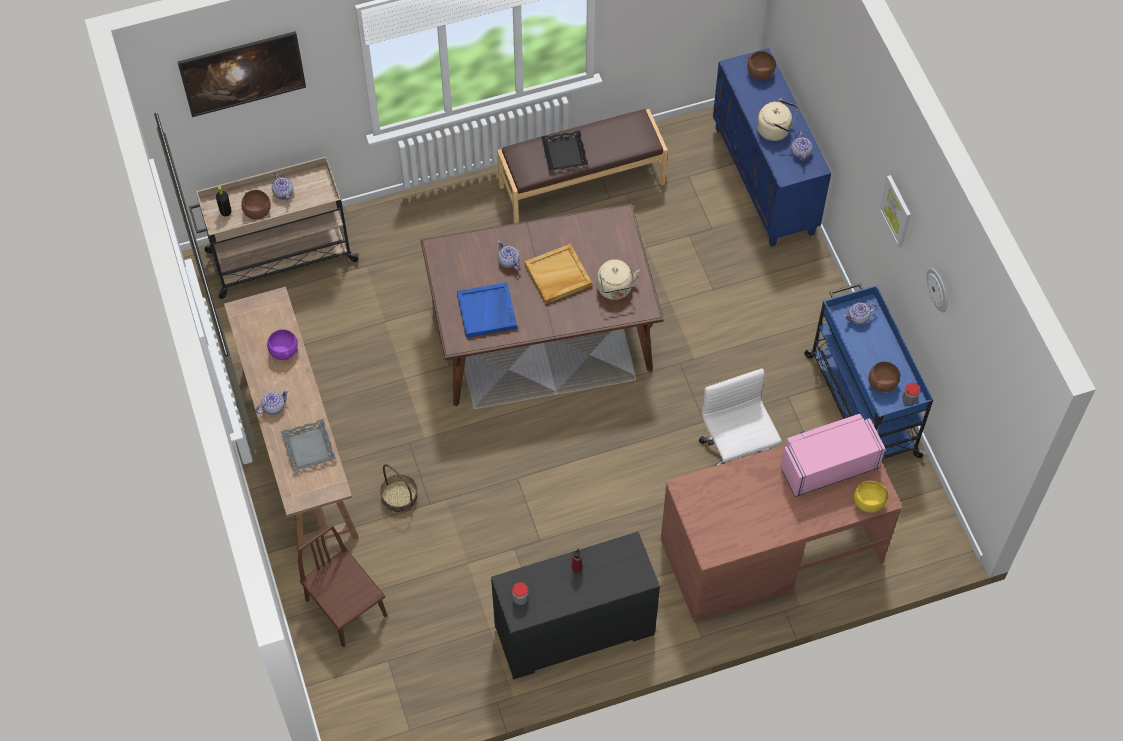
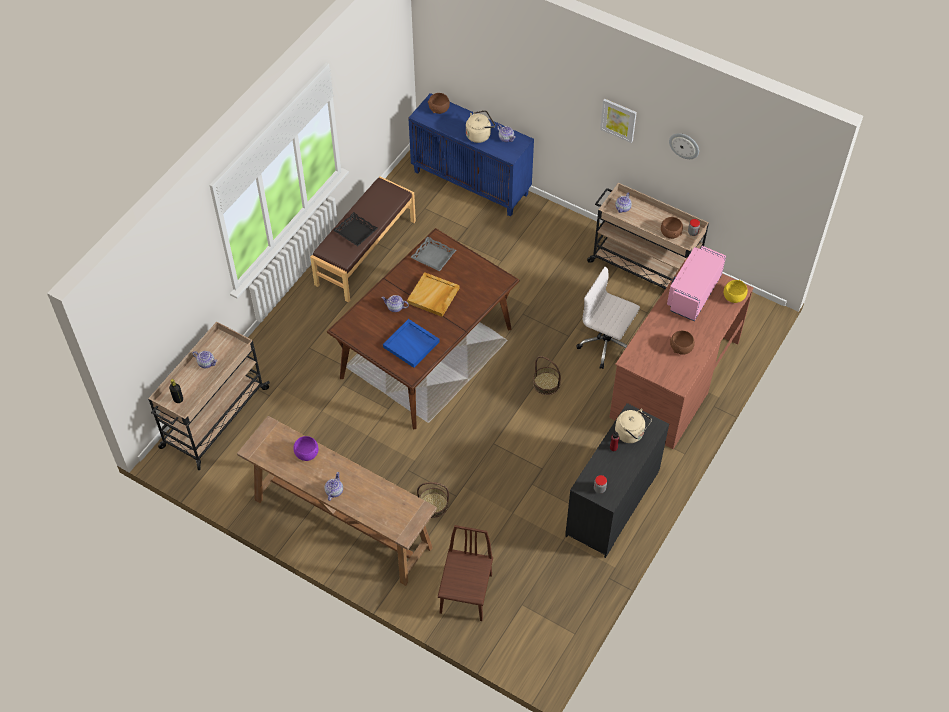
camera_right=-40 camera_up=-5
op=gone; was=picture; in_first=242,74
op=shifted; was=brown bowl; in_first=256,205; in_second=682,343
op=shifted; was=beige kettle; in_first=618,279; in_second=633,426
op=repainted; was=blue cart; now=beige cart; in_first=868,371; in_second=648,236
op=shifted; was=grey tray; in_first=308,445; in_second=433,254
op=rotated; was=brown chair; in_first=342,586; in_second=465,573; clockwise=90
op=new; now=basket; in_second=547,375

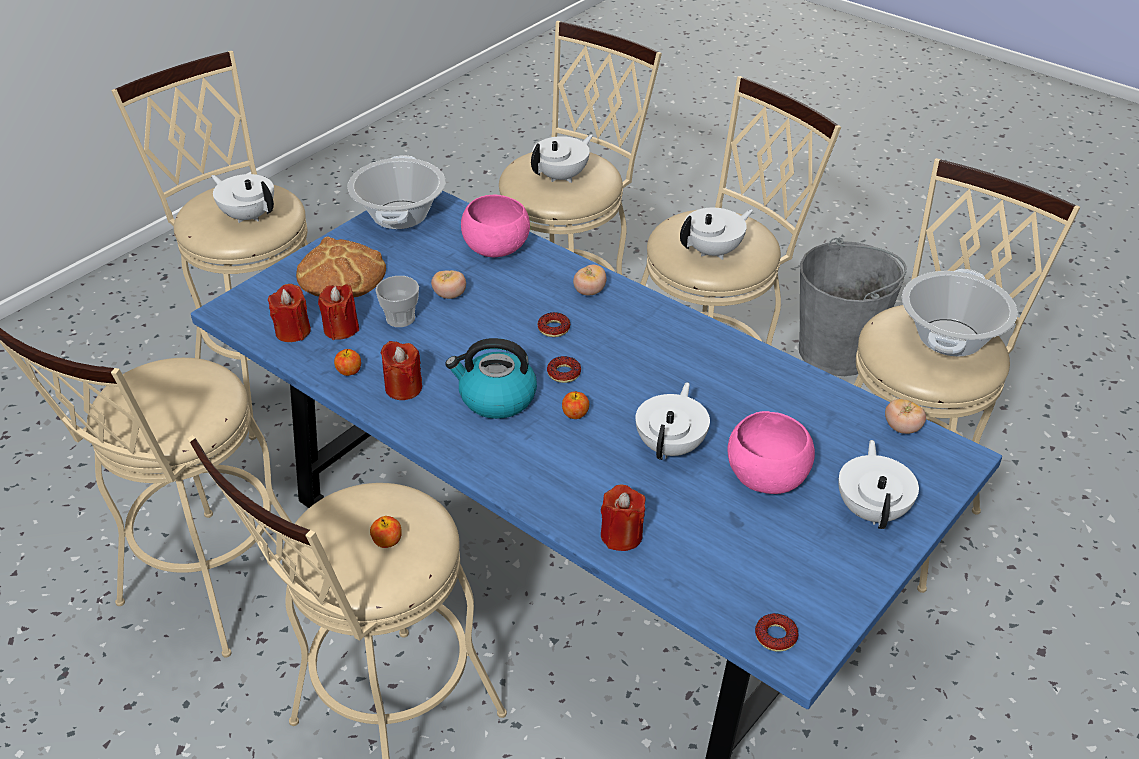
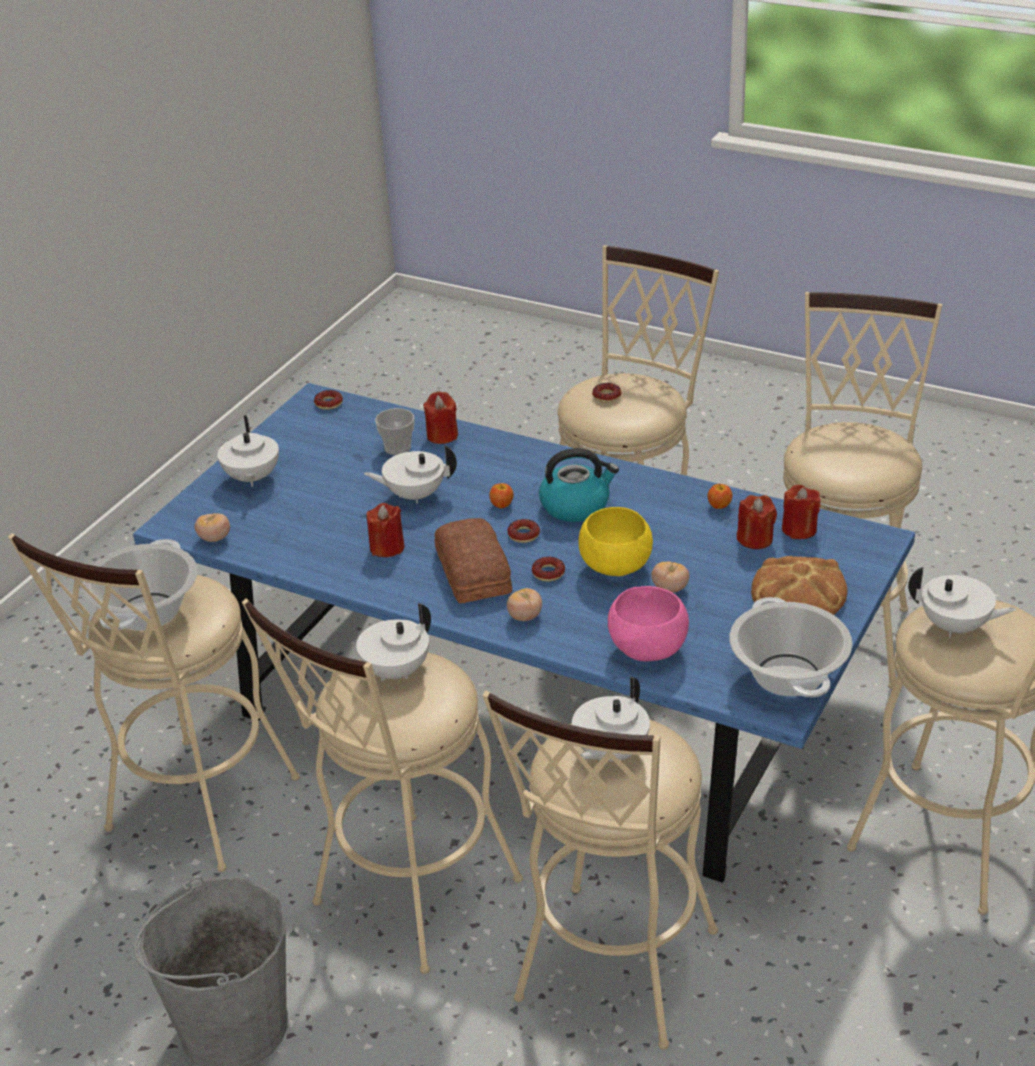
camera_right=170 camera_up=-5
op=shifted; was=cup; in_first=397,301; in_second=395,431
op=shifted; was=red candle; in_first=401,370; in_second=385,530
op=rotated; was=white teapot; in_first=672,421; in_second=410,475; clockwise=75
op=gone; was=pink bowl; in_first=771,452
op=swapped; was=apple; now=donut; in_first=386,532; in_second=606,393
op=new; now=yellow bowl; in_second=615,541
op=new; now=bread; in_second=473,560

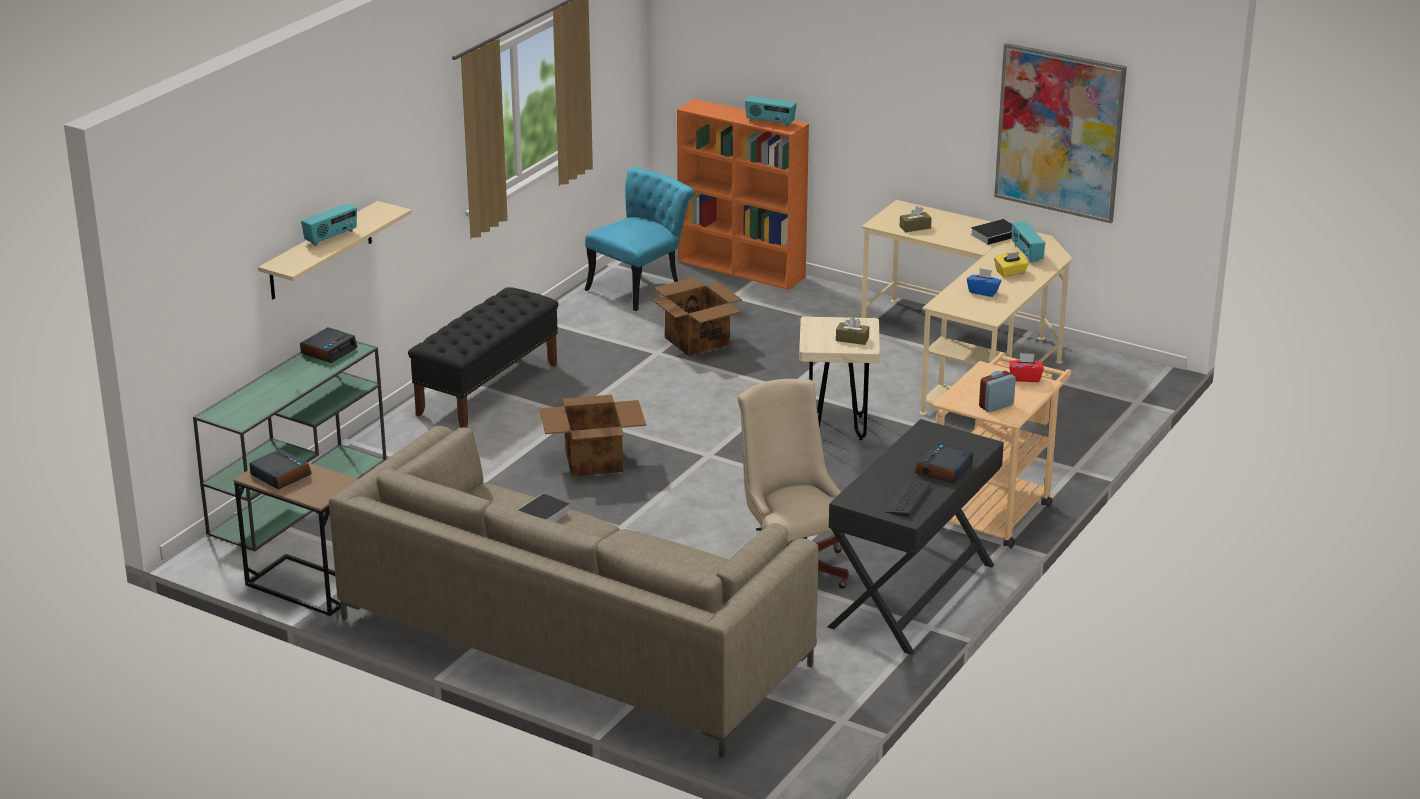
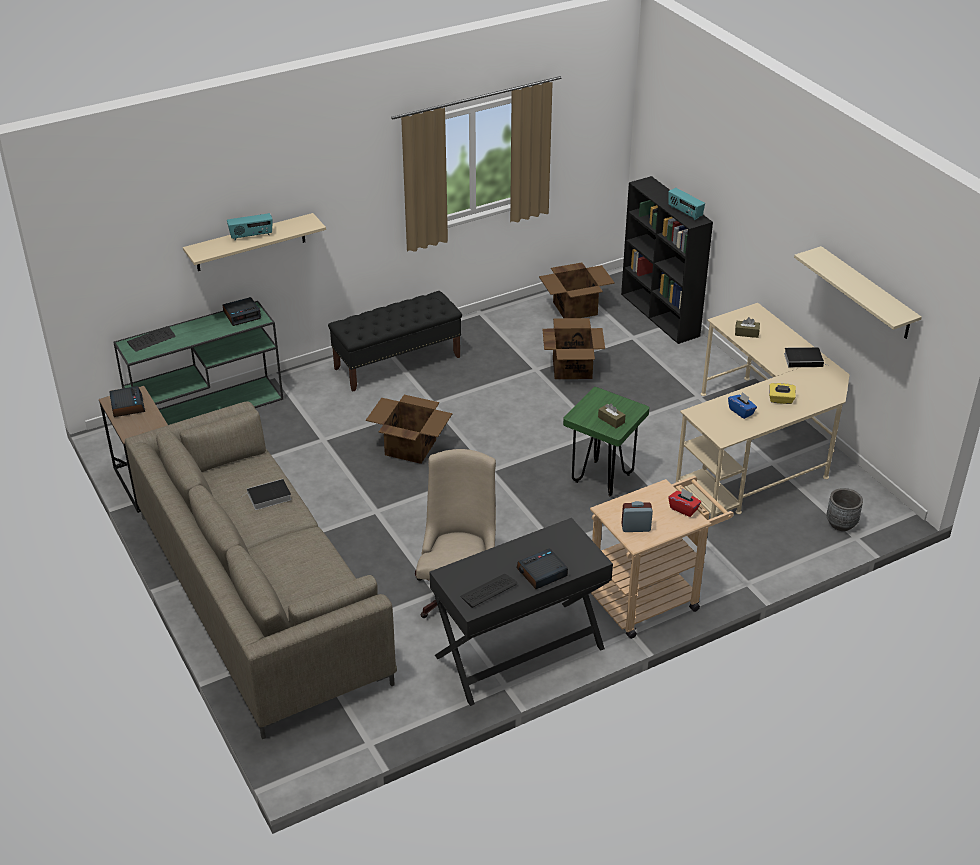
camera_right=30 camera_up=10
op=swapped; was=picture; now=beige shelf; in_first=1060,133; in_second=858,292
op=repainted; was=orange bookcase; now=black bookcase; in_first=743,194; in_second=667,260
op=swapped; was=turquoise chair; now=cardboard box; in_first=639,239; in_second=577,290
op=gone; was=radio; in_first=1028,242
op=repainted; was=beige stool; now=green stool; in_first=839,378; in_second=606,441
op=new; now=keyboard; in_second=151,339
op=new; now=grey planter; in_second=844,509

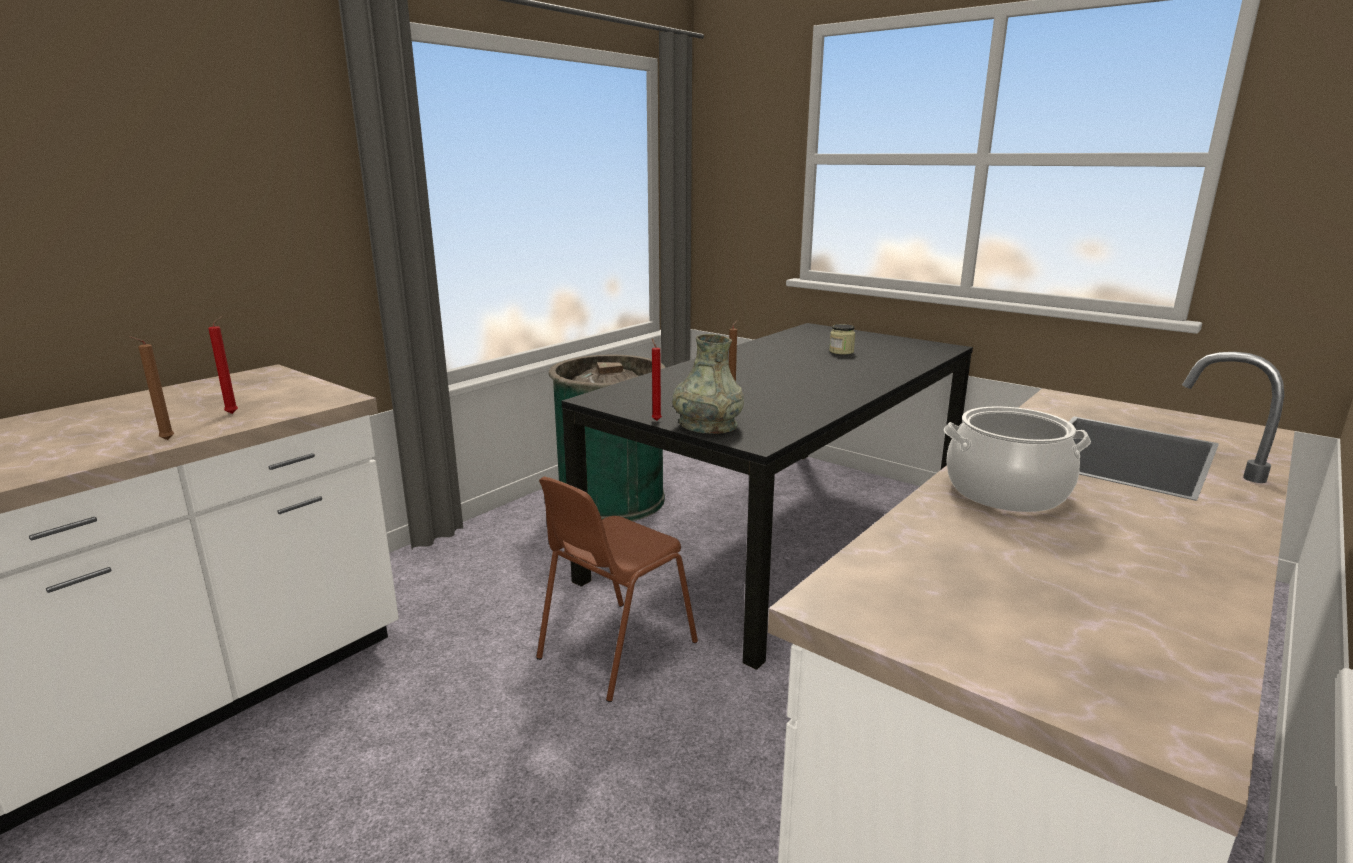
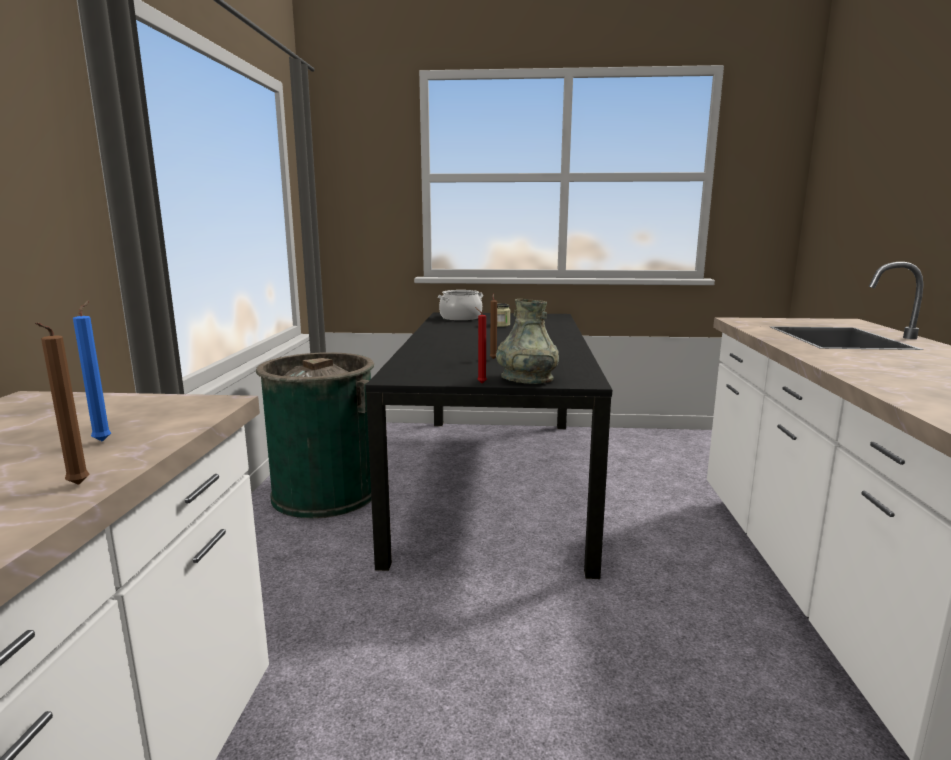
camera_right=-35 camera_up=-5
op=repainted; was=red candle; now=blue candle; in_first=223,365; in_second=92,371
op=shifted; was=cooking pot; in_first=1017,459; in_second=460,305
op=gone; was=brown chair; in_first=617,589

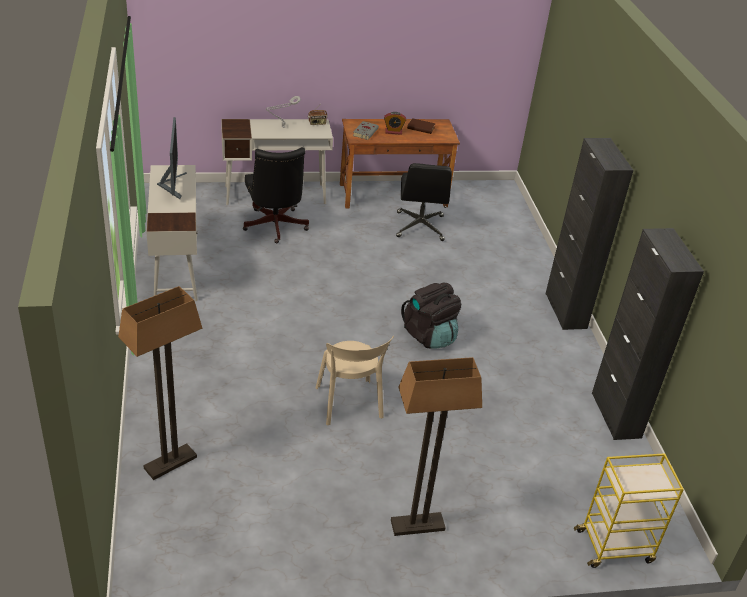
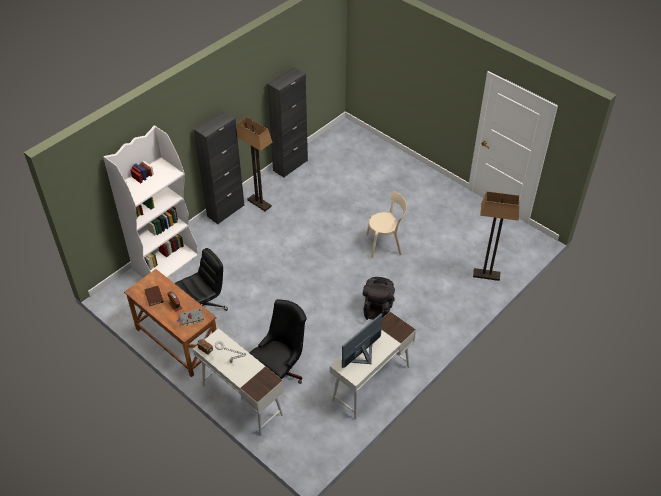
camera_right=-125 camera_up=10
op=shifted; was=black backpack; in_first=431,316; in_second=379,298
op=rotated; was=beige chair; in_first=355,380; in_second=386,224; clockwise=45
op=shifted; was=floor lamp; in_first=436,446; in_second=254,164
op=gone; was=yellow cart; in_first=629,510
op=new; now=white bookcase; in_second=150,201

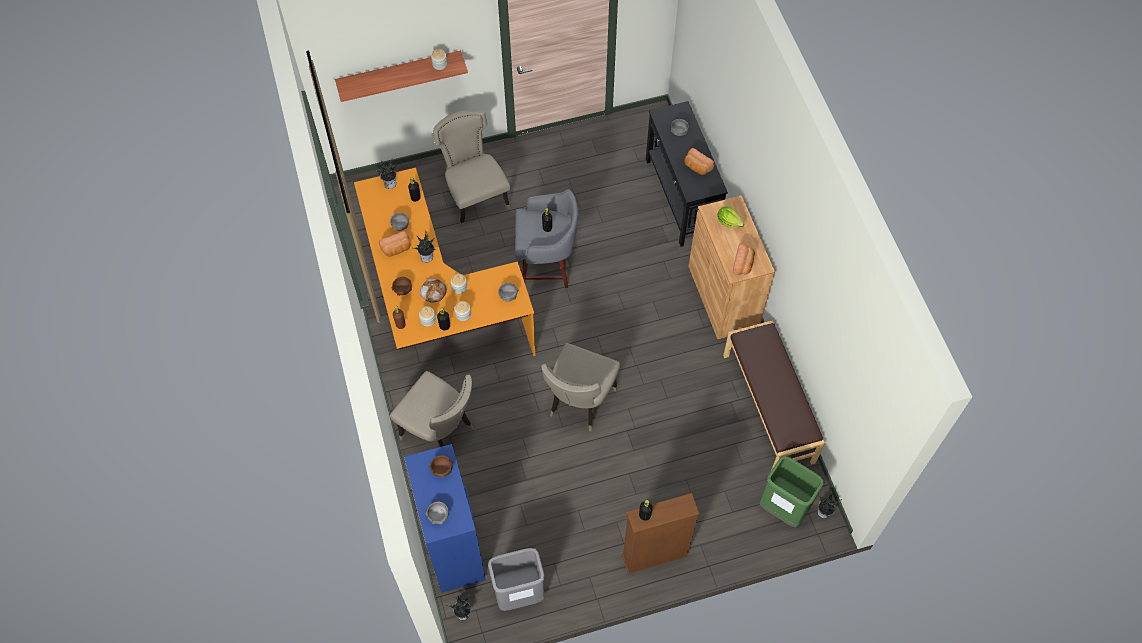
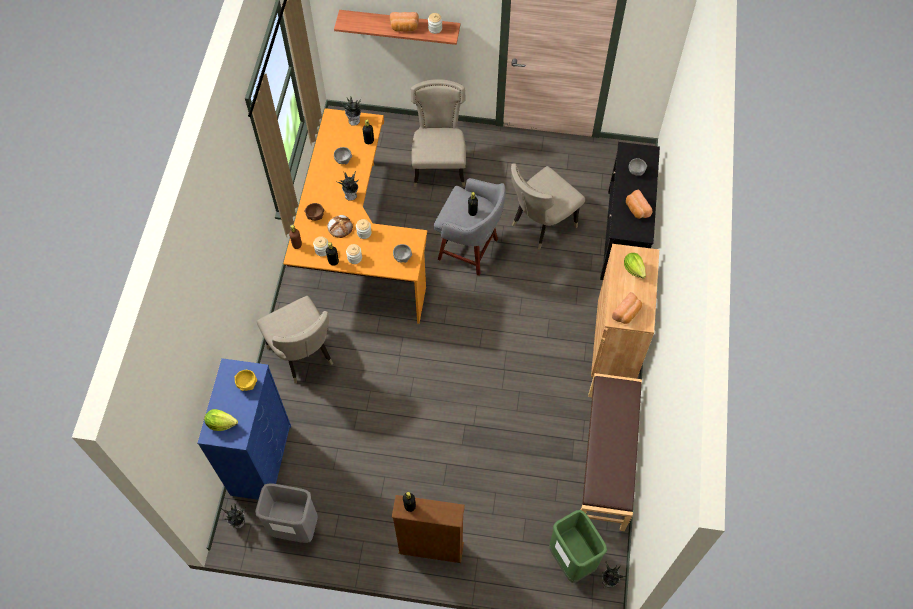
camera_right=25 camera_up=0
op=shifted; was=bread; in_first=395,244; in_second=404,22
op=shifted; was=beige chair; in_first=581,387; in_second=548,207
op=repainted; was=brown bowl; now=yellow bowl; in_first=441,466; in_second=245,380
op=swapped; was=grey bowl; now=lettuce; in_first=437,512; in_second=221,420

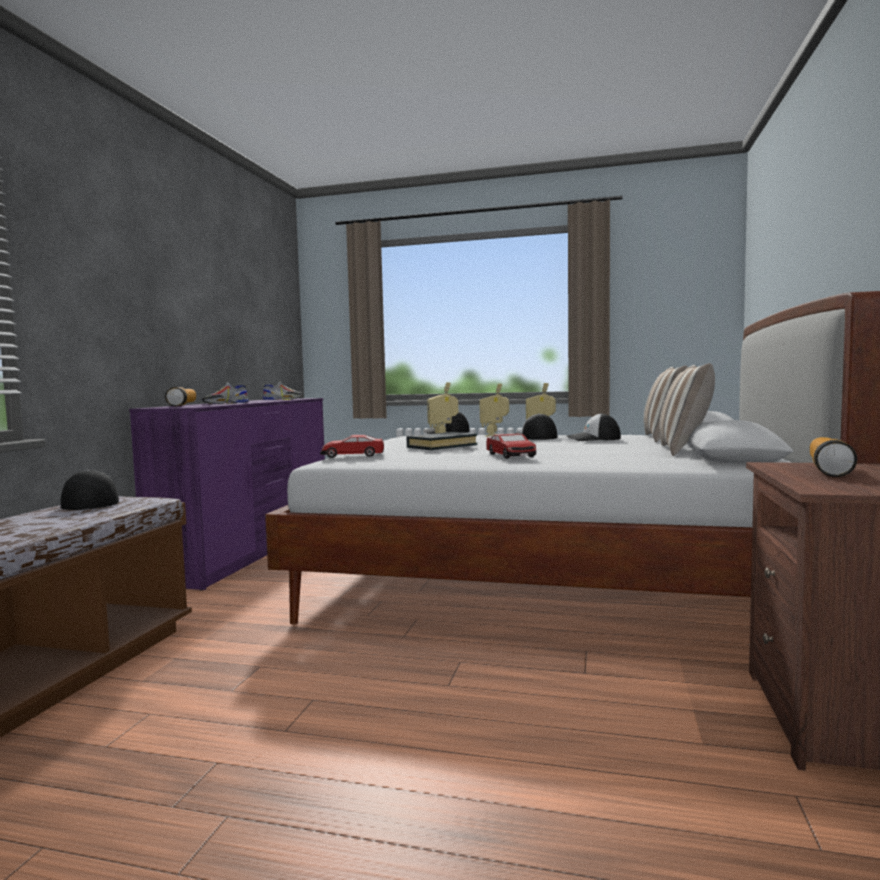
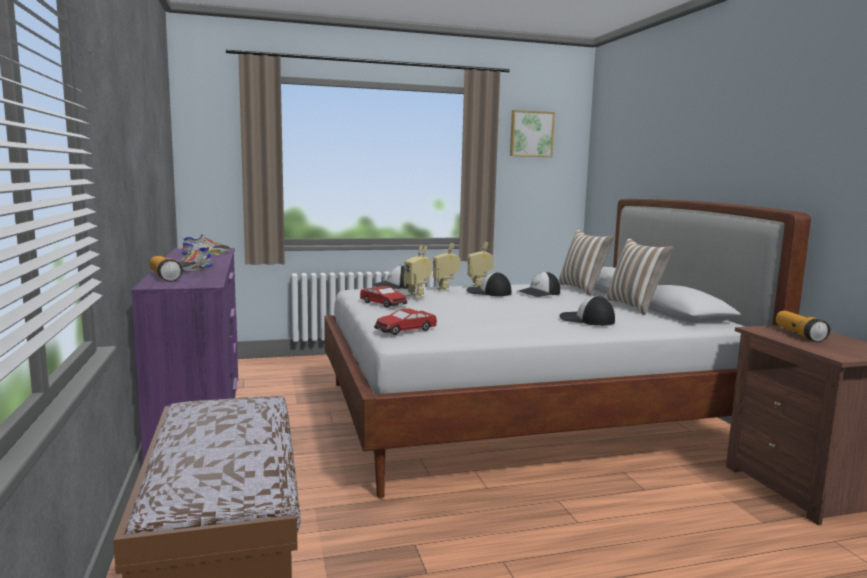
camera_right=-30 camera_up=5
op=gone; was=black book; in_first=441,441
op=shifted; was=toy car; in_first=511,446; in_second=383,297
op=shifted; was=cap; in_first=90,490; in_second=587,311
op=new; now=picture; in_second=532,133

